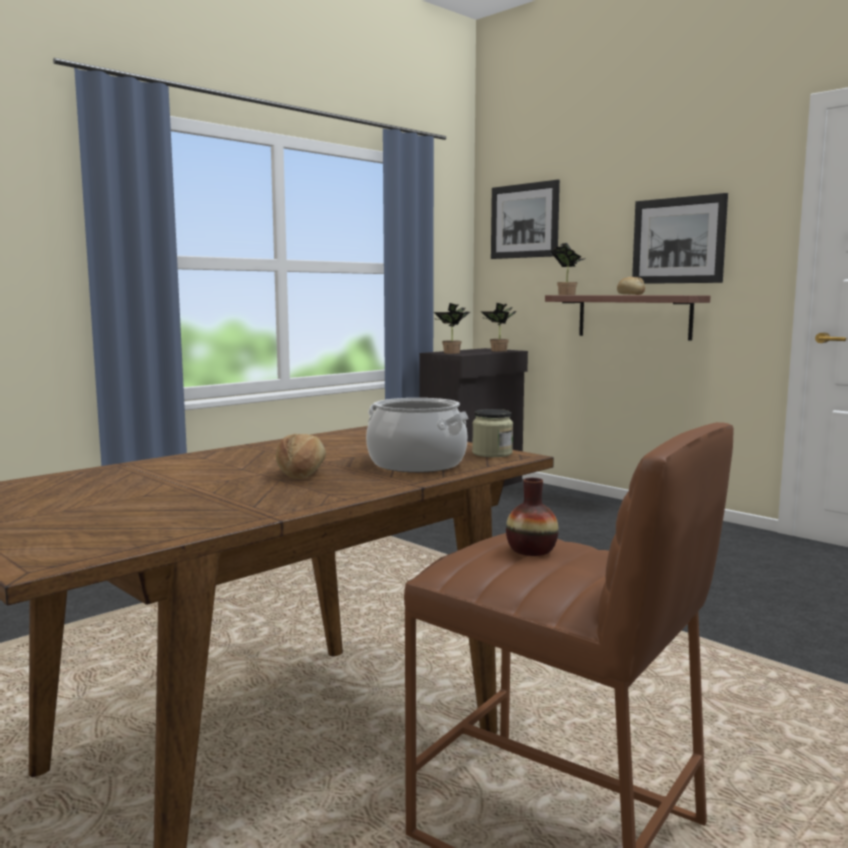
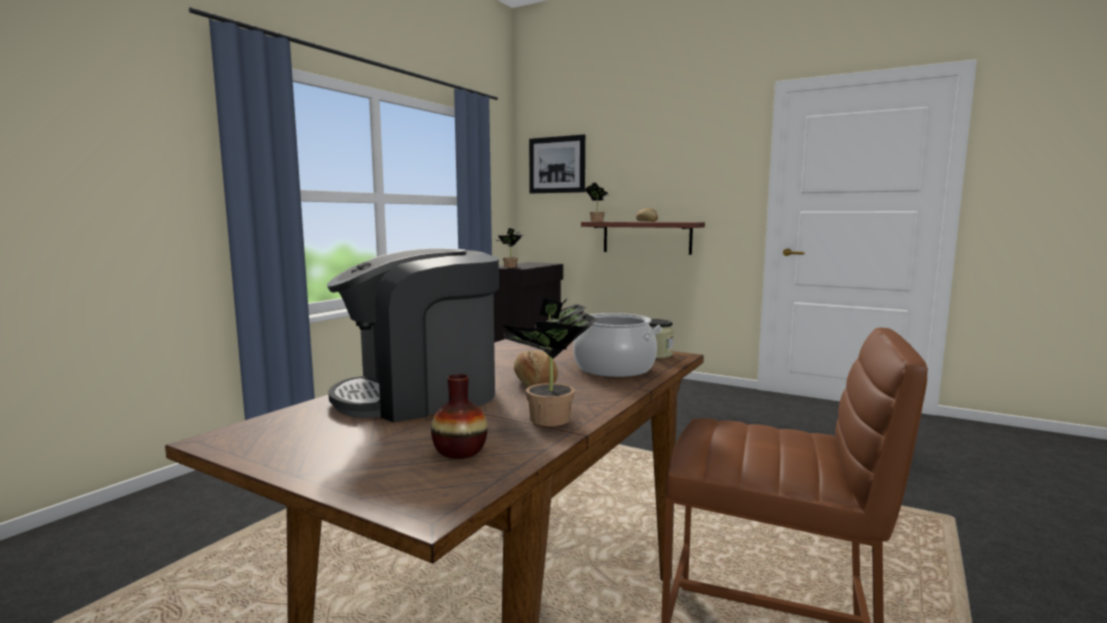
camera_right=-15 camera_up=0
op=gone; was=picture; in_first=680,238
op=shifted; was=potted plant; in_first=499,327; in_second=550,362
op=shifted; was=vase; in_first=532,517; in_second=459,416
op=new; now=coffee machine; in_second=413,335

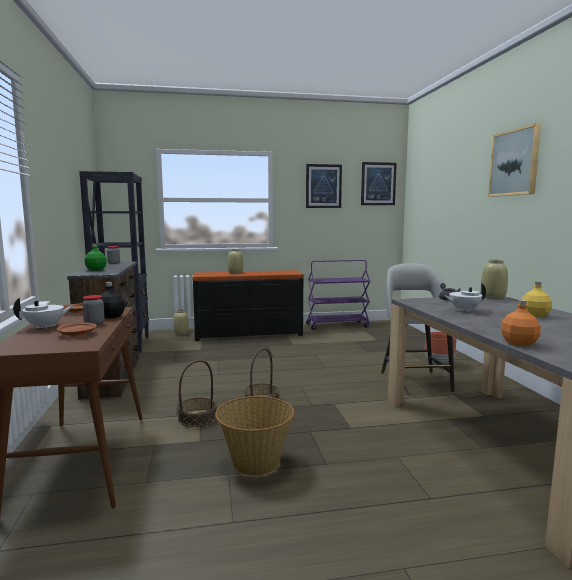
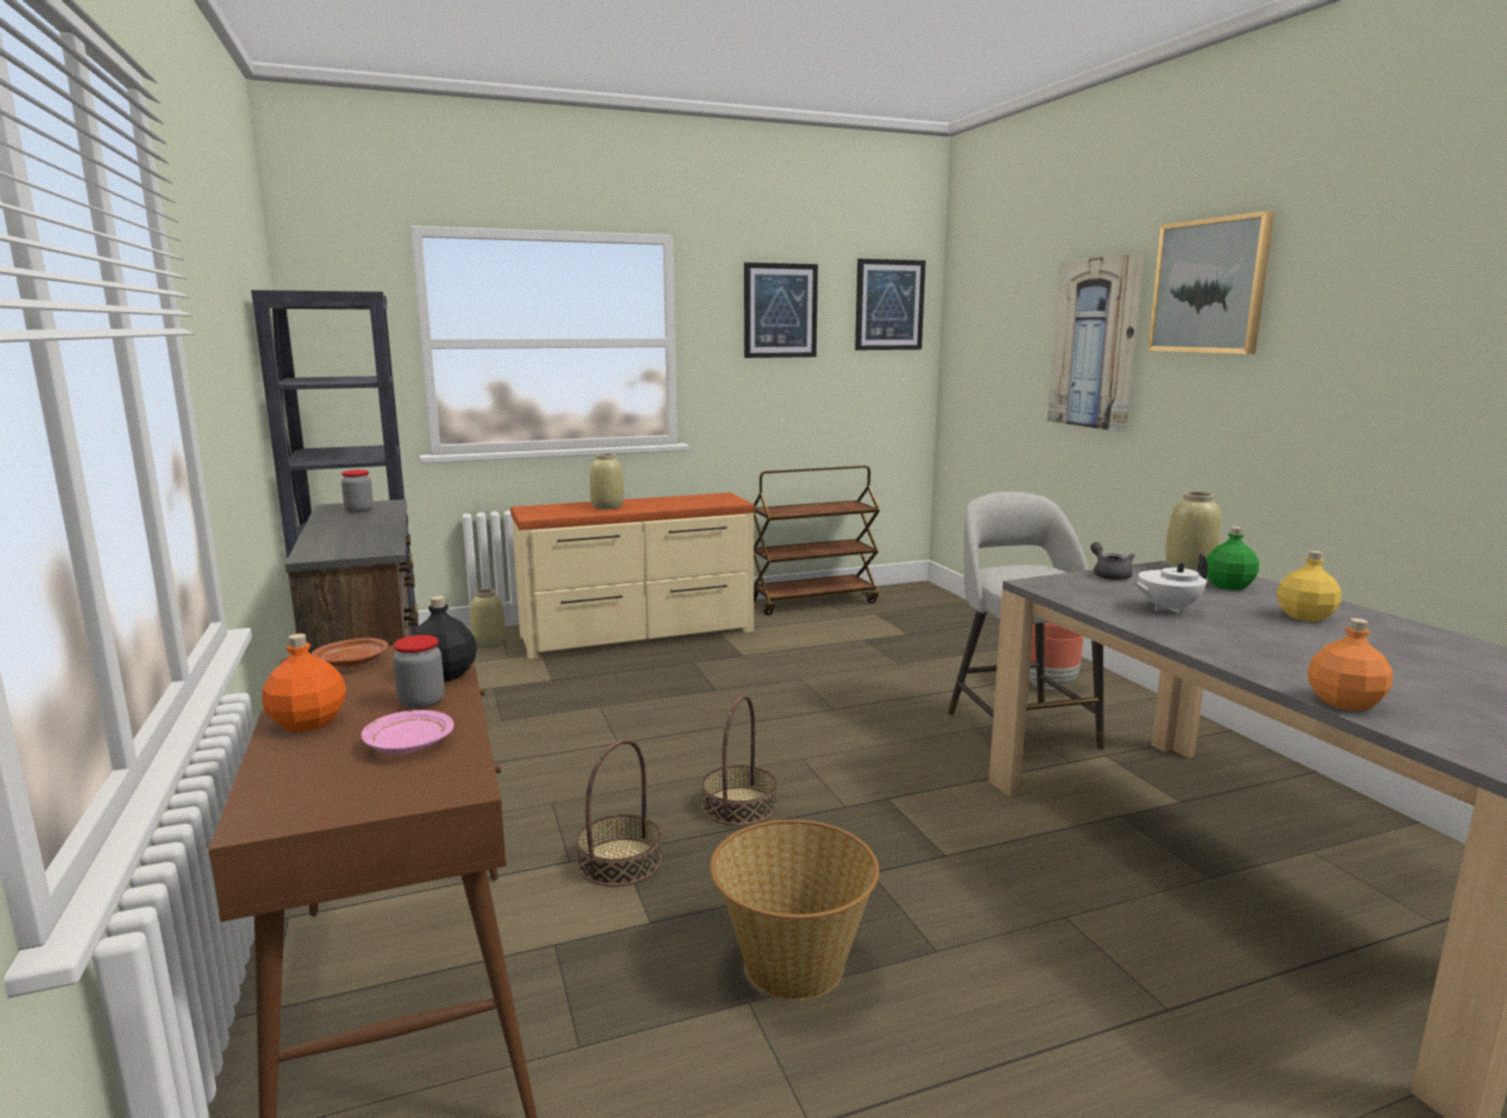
camera_right=-10 camera_up=5
op=shifted; was=green bottle; in_first=96,257; in_second=1232,558
op=repainted; was=purple cart; now=brown cart; in_first=338,295; in_second=817,540
op=repainted; was=black dresser; now=beige dresser; in_first=248,305; in_second=632,576
op=swapped; was=white teapot; now=orange bottle; in_first=43,313; in_second=304,683
op=repainted; was=brown plate; now=pink plate; in_first=77,329; in_second=407,732
op=new; now=picture; in_second=1095,343

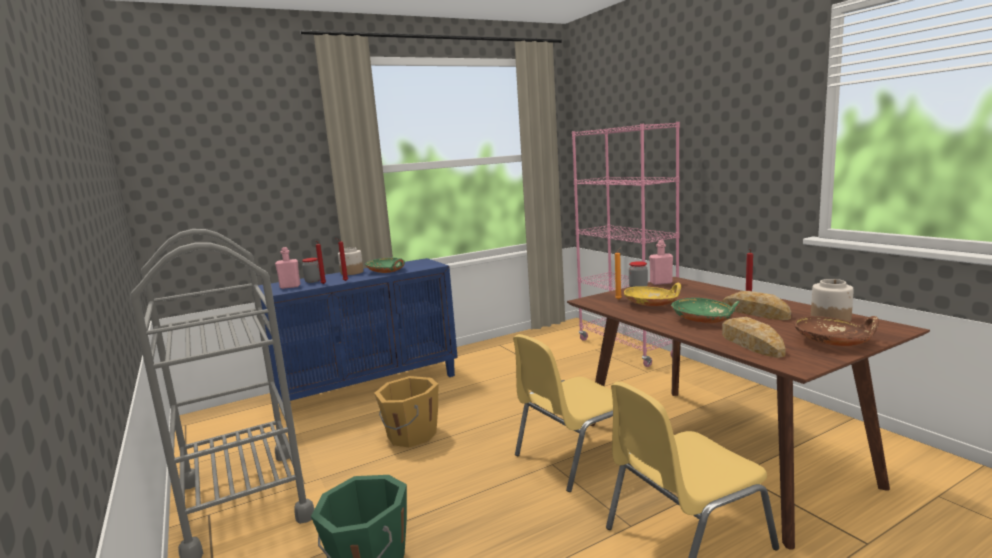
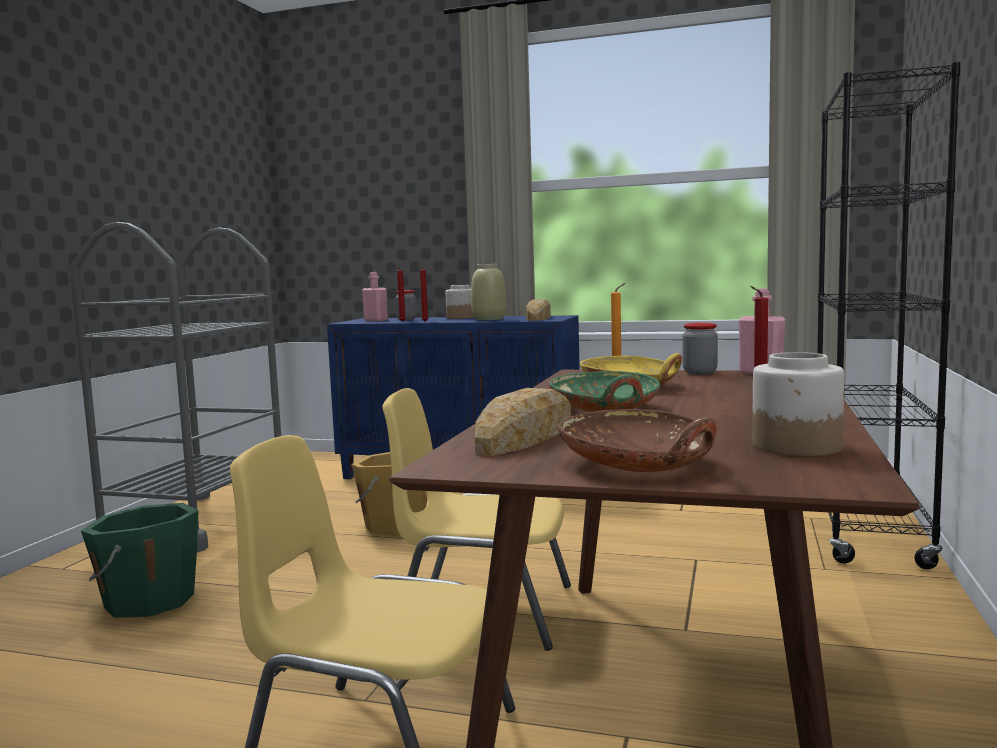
camera_right=45 camera_up=-5
op=repainted; was=pink bookcase; now=black bookcase; in_first=626,244; in_second=888,315
op=swapped; was=green bowl; now=beige vase; in_first=385,265; in_second=488,292
op=shifted; was=bread; in_first=756,305; in_second=538,310

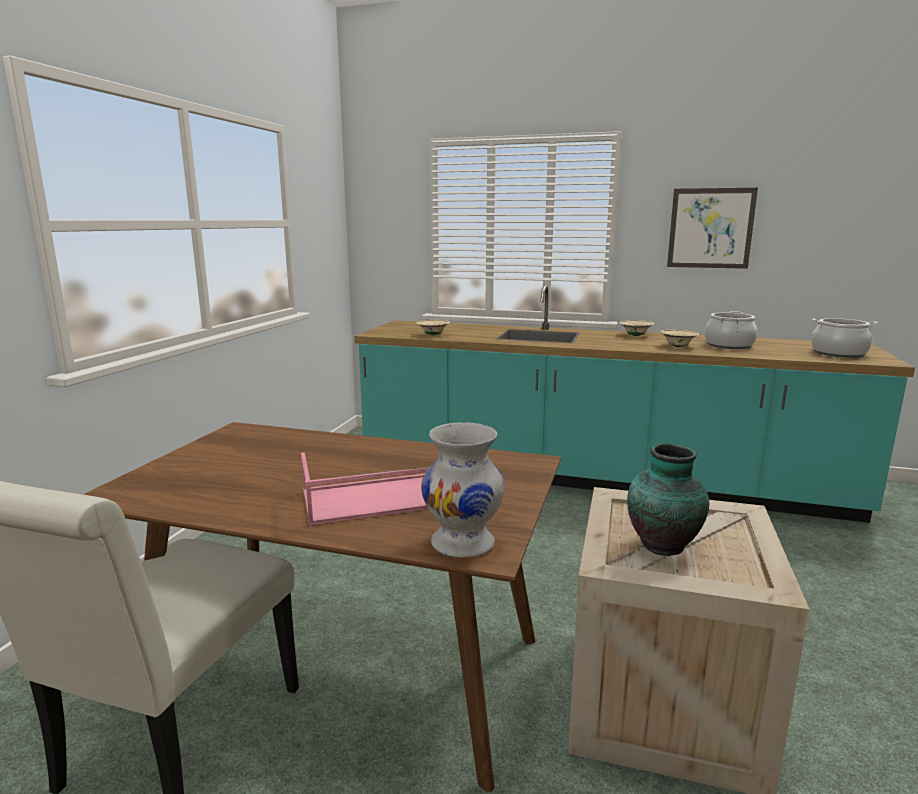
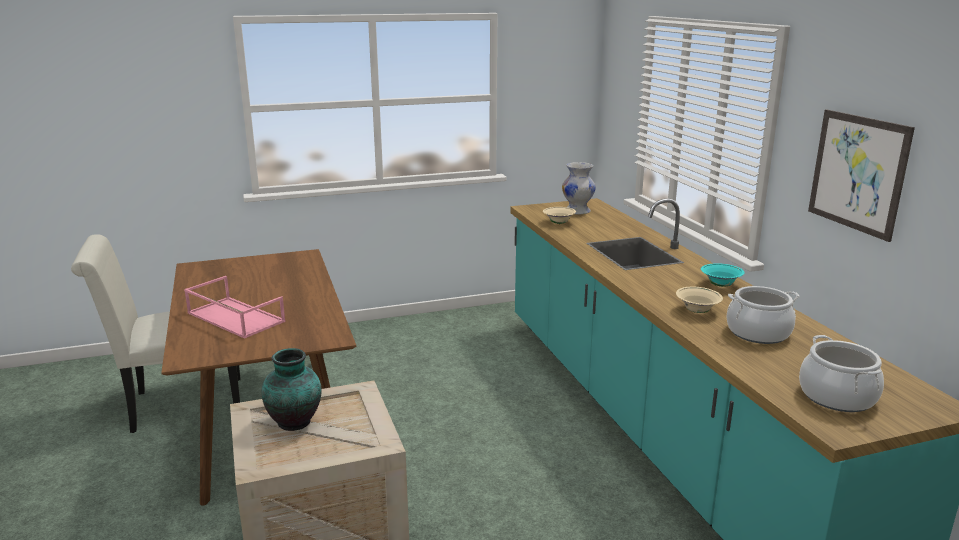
camera_right=55 camera_up=5
op=repainted; was=beige bowl; now=turquoise bowl; in_first=636,328; in_second=723,275
op=shifted; was=white vase; in_first=463,490; in_second=579,188

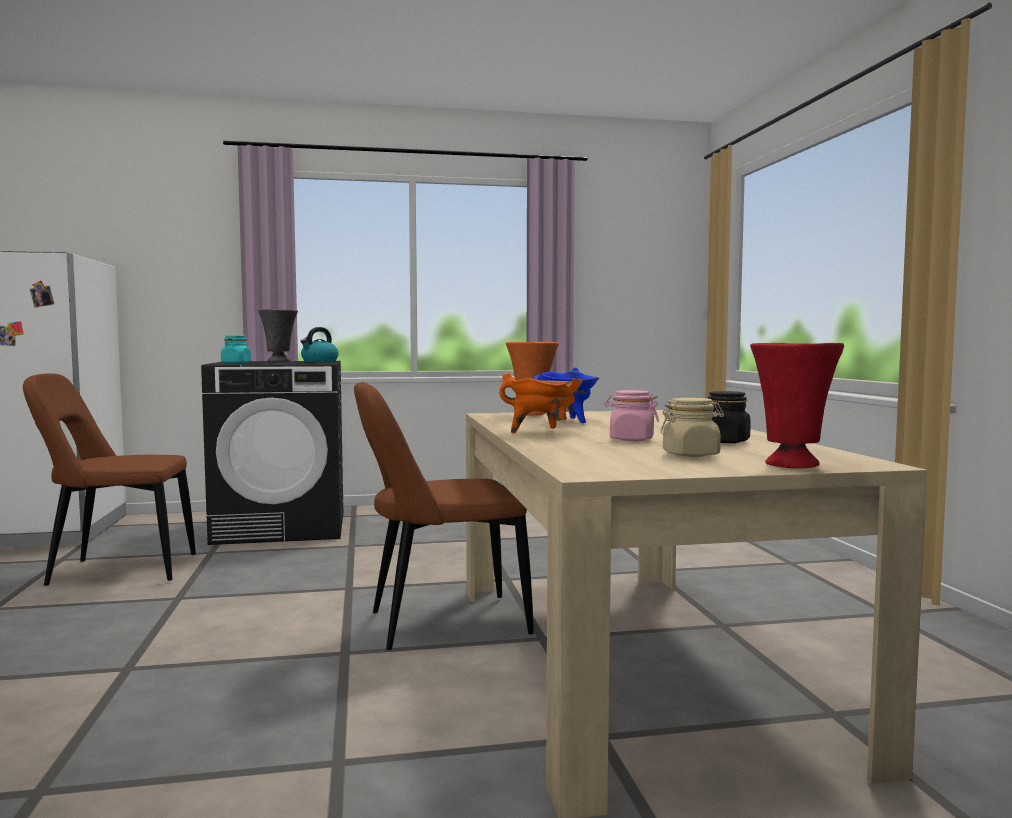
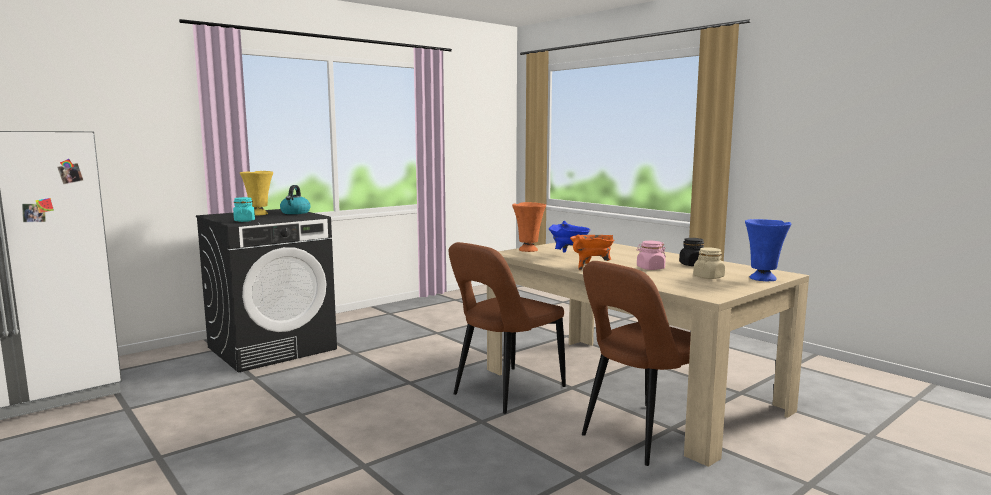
camera_right=-30 camera_up=5
op=repainted; was=grey vase; now=yellow vase; in_first=278,335; in_second=256,193
op=repainted; was=red vase; now=blue vase; in_first=797,405; in_second=768,250
op=shifted; was=brown chair; in_first=109,480; in_second=636,363

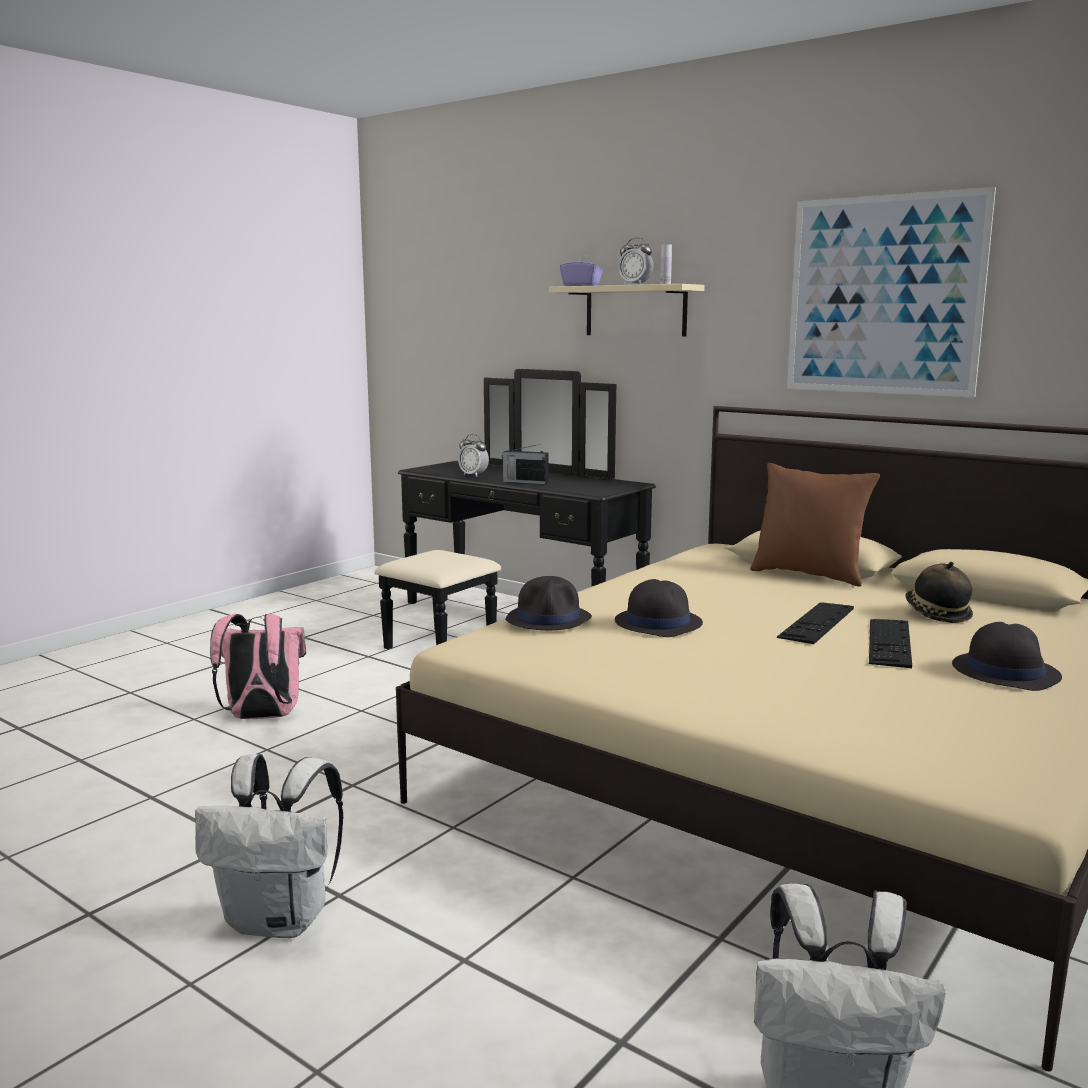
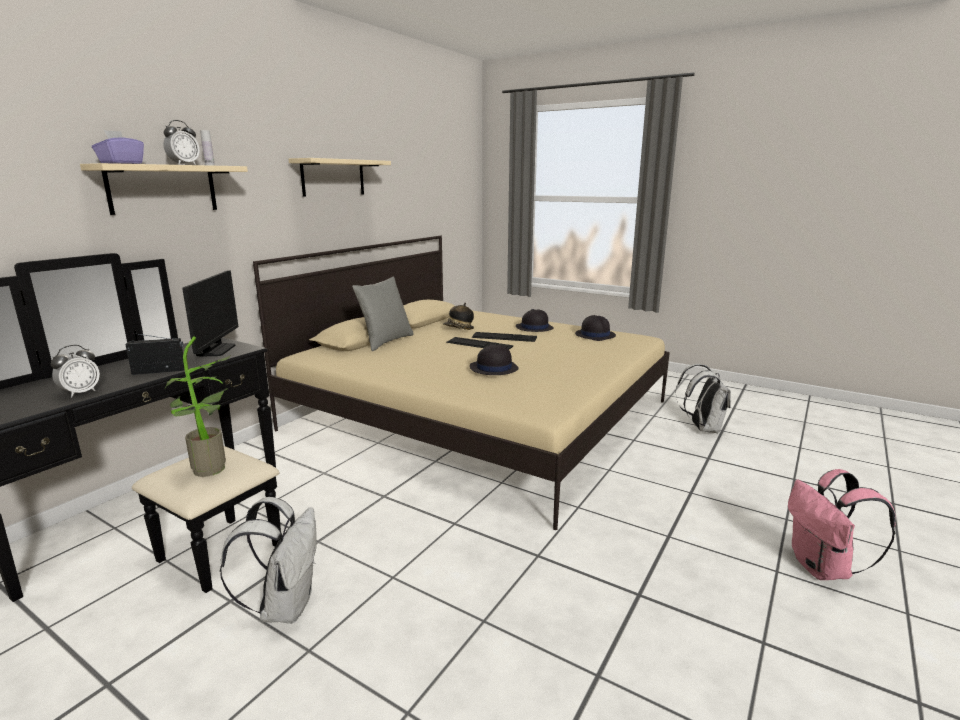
camera_right=-95 camera_up=5
op=swapped; was=picture; now=beige shelf; in_first=891,292; in_second=340,177
op=rotated; was=radio; in_first=525,464; in_second=154,354; clockwise=-120
op=repainted; was=brown pillow; now=grey pillow; in_first=815,525; in_second=383,314
op=shifted; was=black hat; in_first=548,603; in_second=595,328
op=shifted; was=pink backpack; in_first=258,666; in_second=842,524
op=shifted; was=white backpack; in_first=269,846; in_second=268,560
op=new; now=monitor; in_second=210,313
op=new; now=potted plant; in_second=197,406

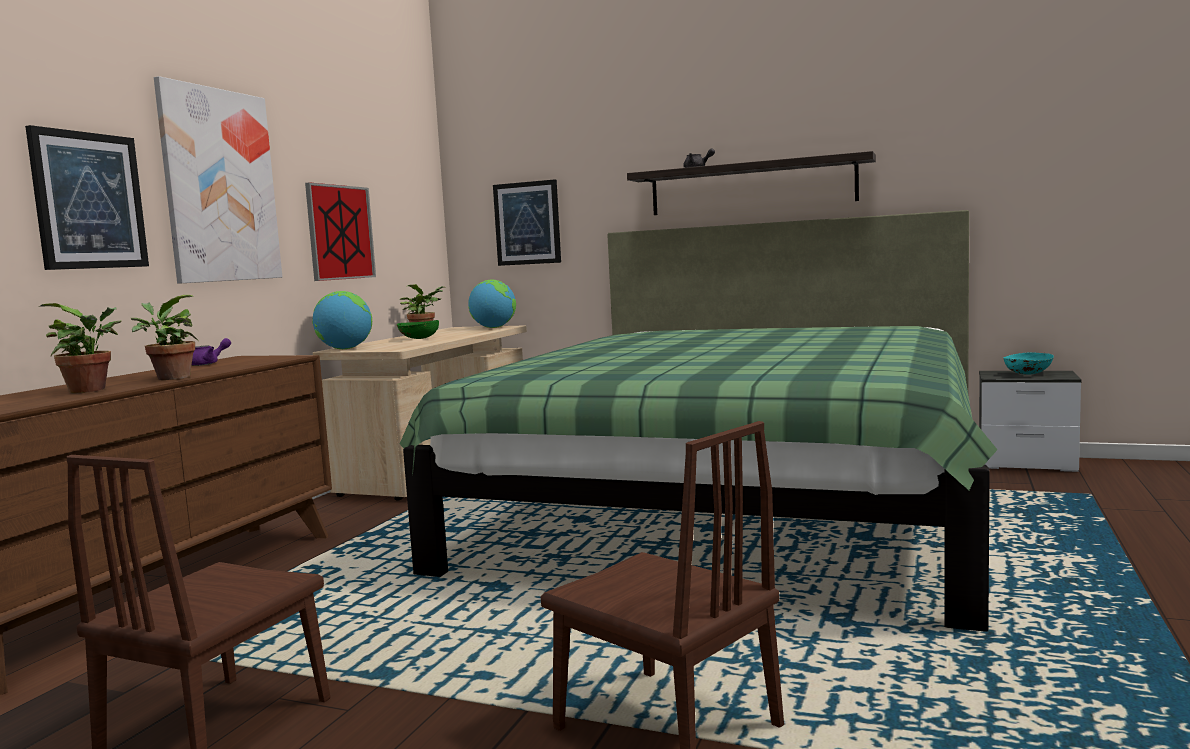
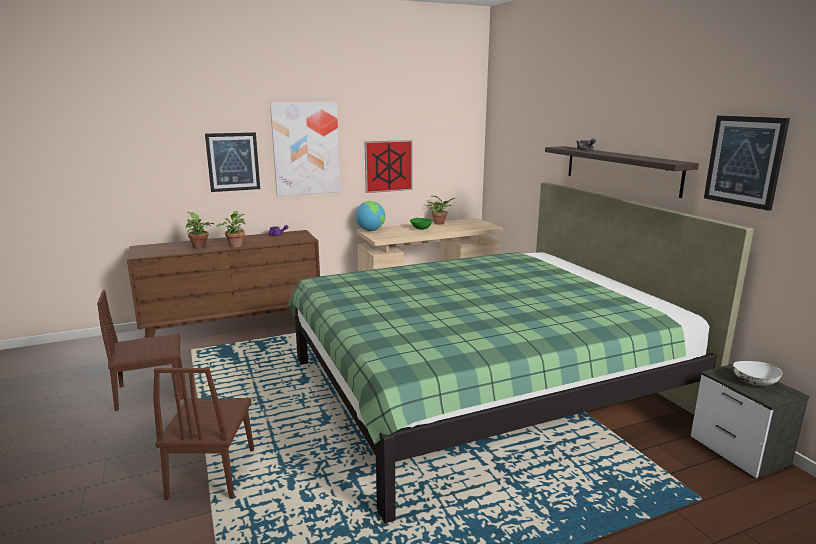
camera_right=45 camera_up=10
op=shifted; was=picture; in_first=527,222; in_second=747,163
op=gone; was=globe; in_first=492,304
op=repainted; was=turquoise bowl; now=white bowl; in_first=1029,364; in_second=758,373

